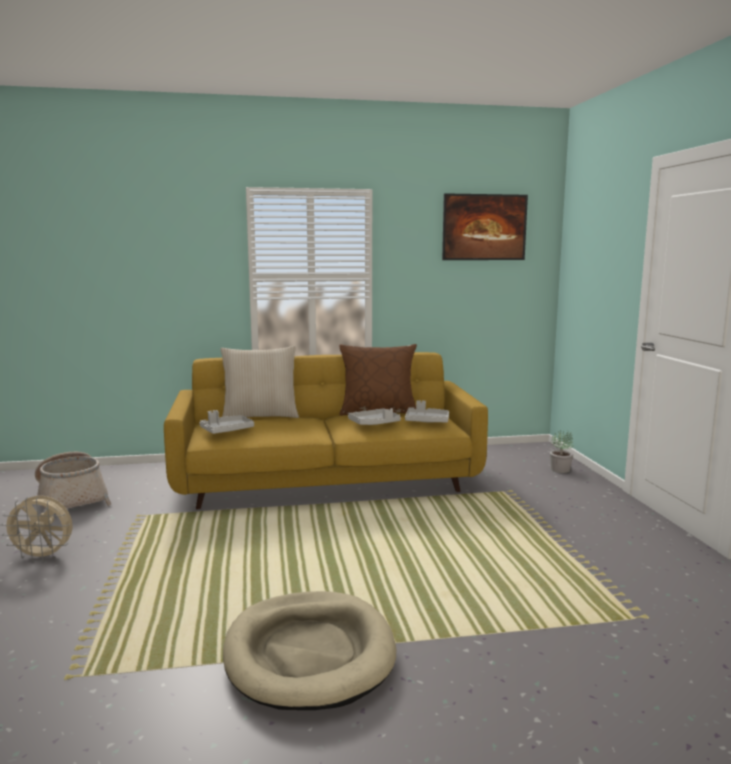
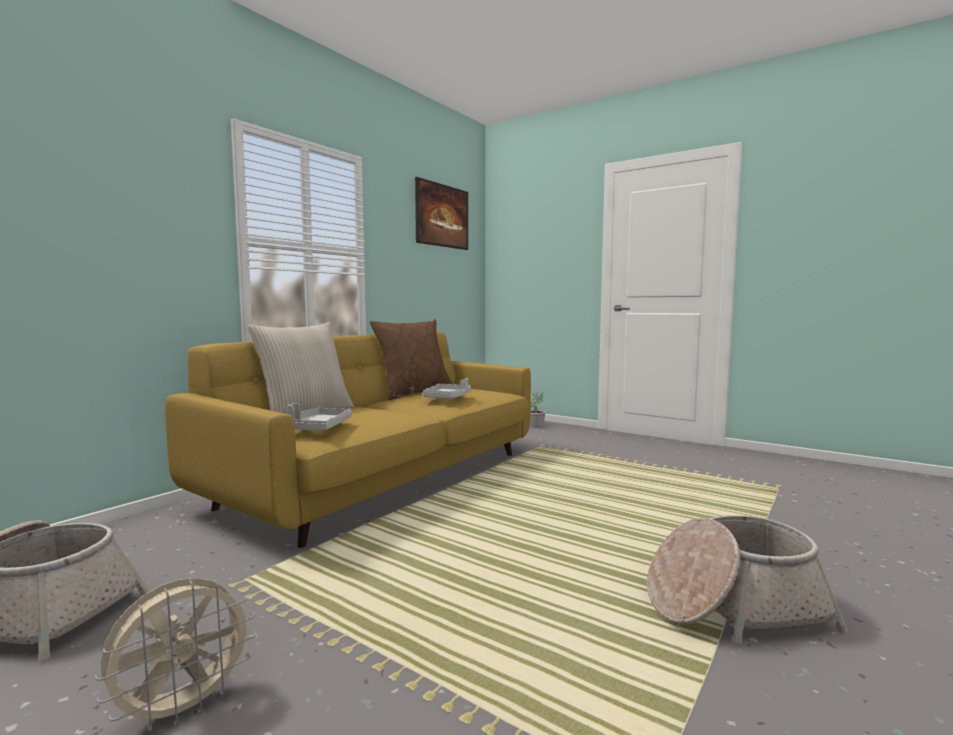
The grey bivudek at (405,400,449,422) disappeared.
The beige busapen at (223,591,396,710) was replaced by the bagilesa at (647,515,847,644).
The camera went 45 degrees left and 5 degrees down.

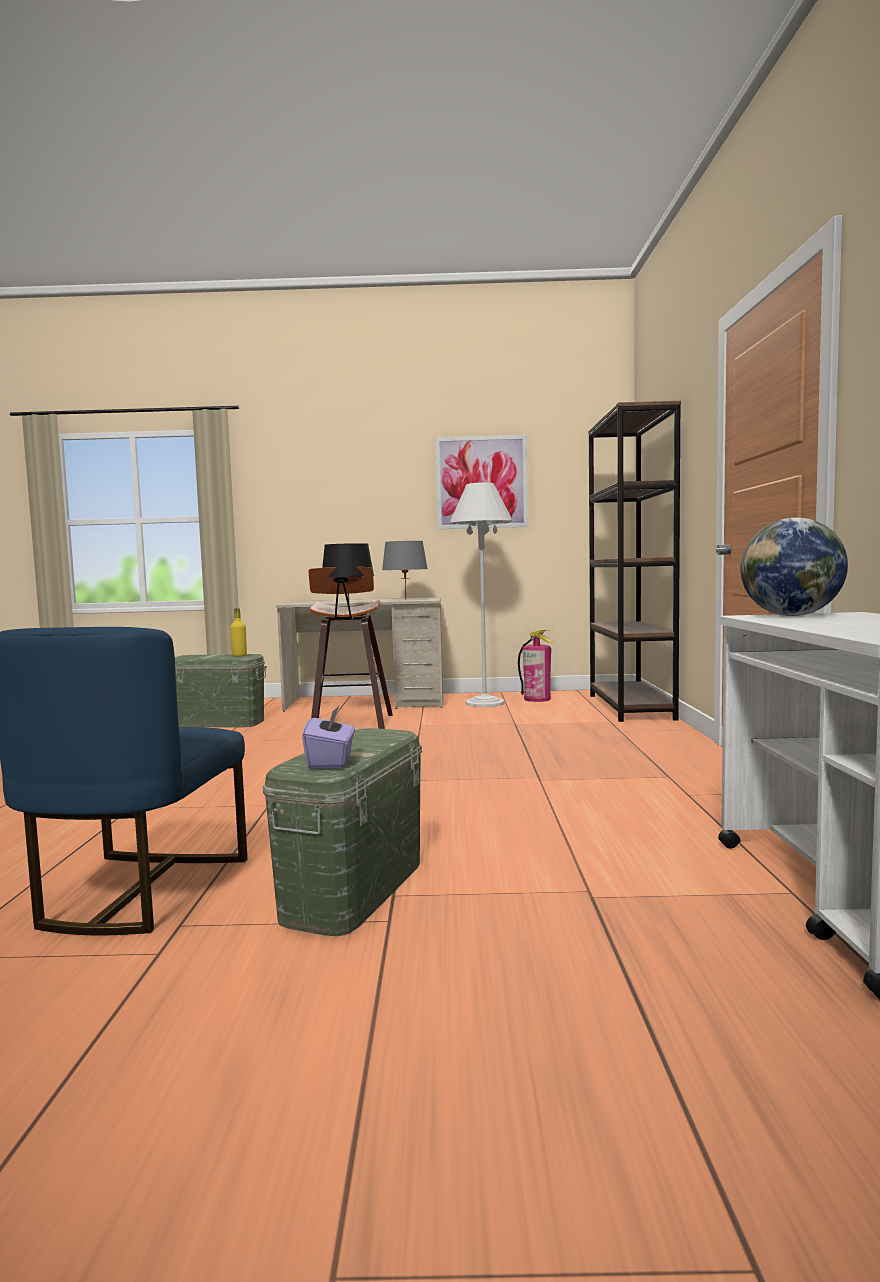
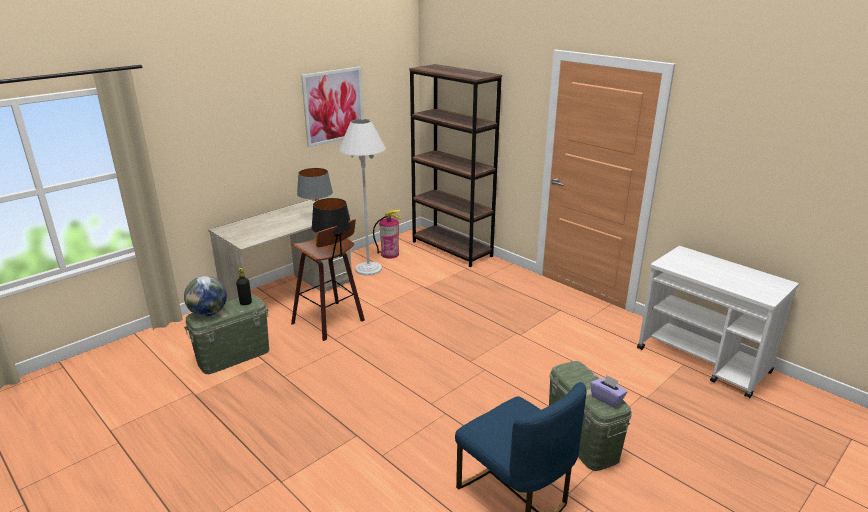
The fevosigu moved from (740,518,848,616) to (184,276,227,317).
The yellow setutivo at (230,608,247,657) became the black setutivo at (236,268,252,305).
The camera went 45 degrees left and 20 degrees up.

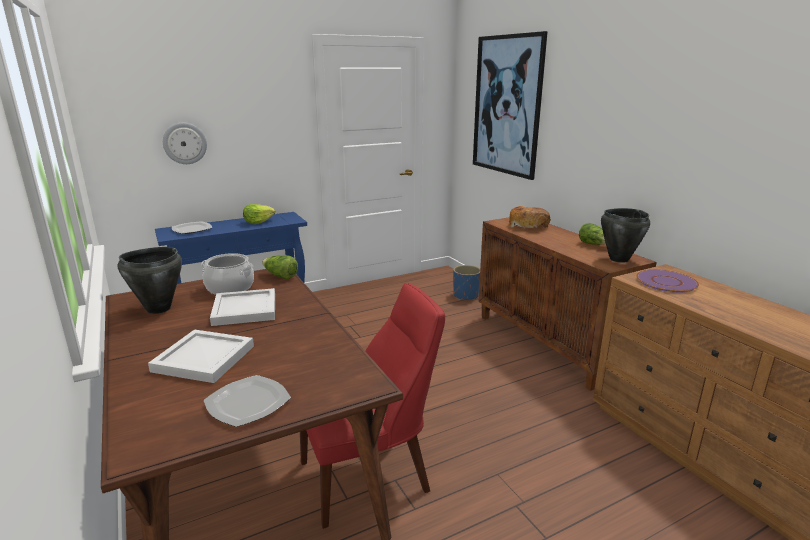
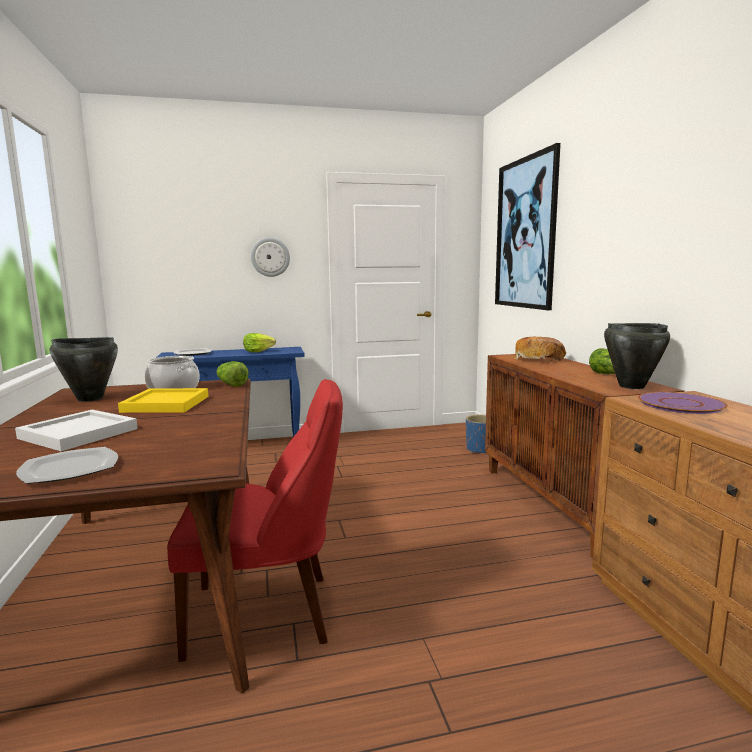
The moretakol moved from (163,123,207,164) to (251,237,290,277).
The white bivudek at (210,288,275,326) became the yellow bivudek at (118,388,208,413).
The camera went 15 degrees right and 10 degrees down.

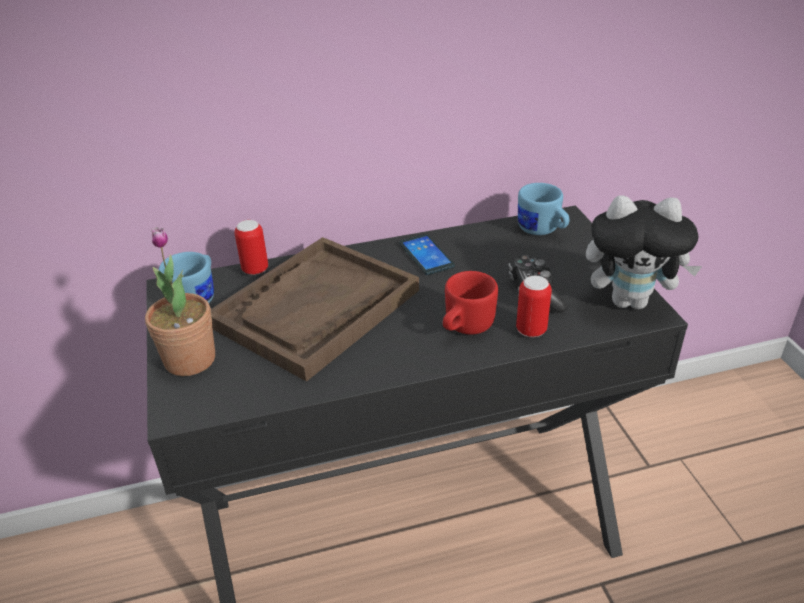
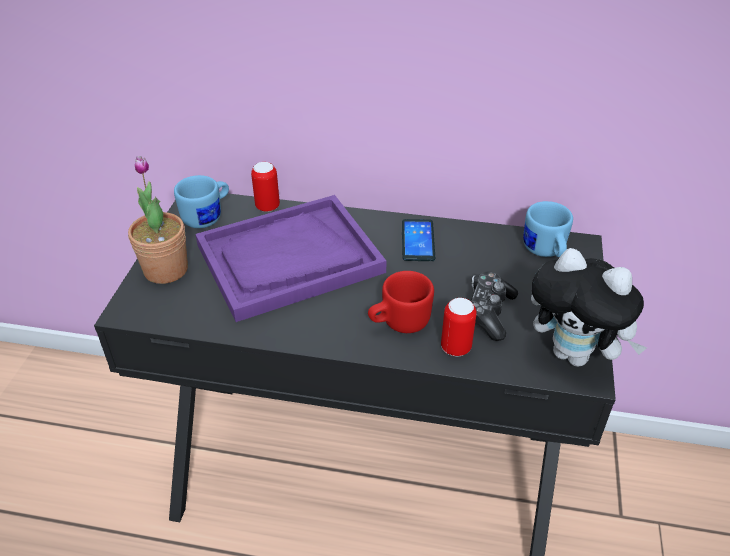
The brown bivudek at (211,237,419,382) became the purple bivudek at (195,195,387,322).
The camera went 25 degrees right and 5 degrees up.

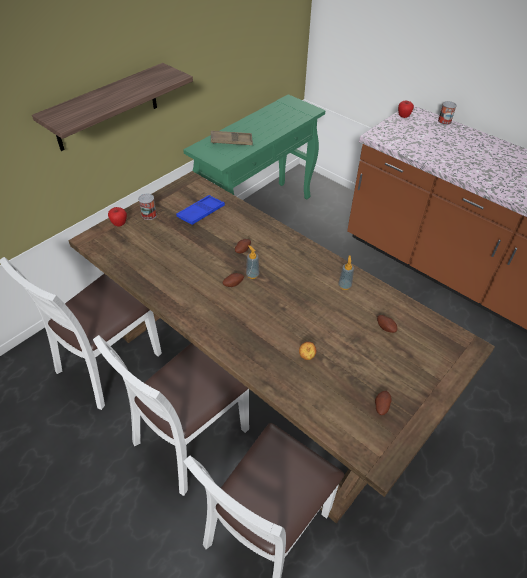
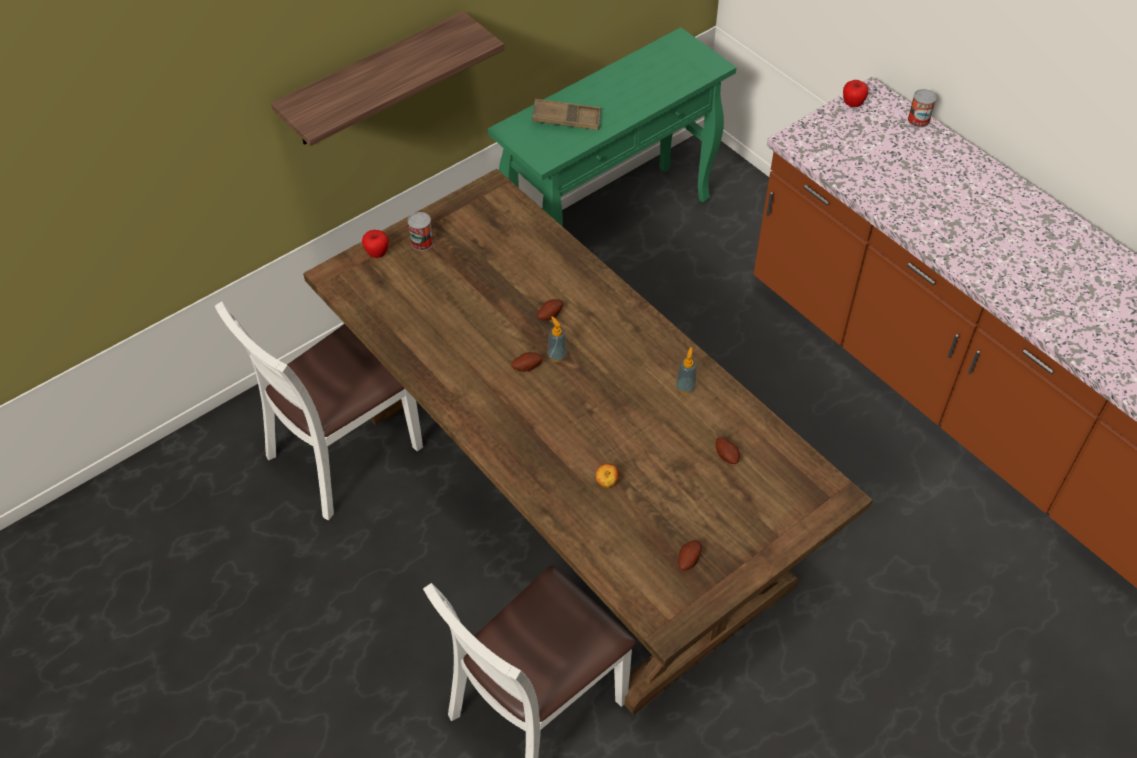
The blue bivudek at (176,195,225,225) disappeared.
The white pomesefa at (93,335,249,496) disappeared.
The camera went 10 degrees right and 5 degrees up.

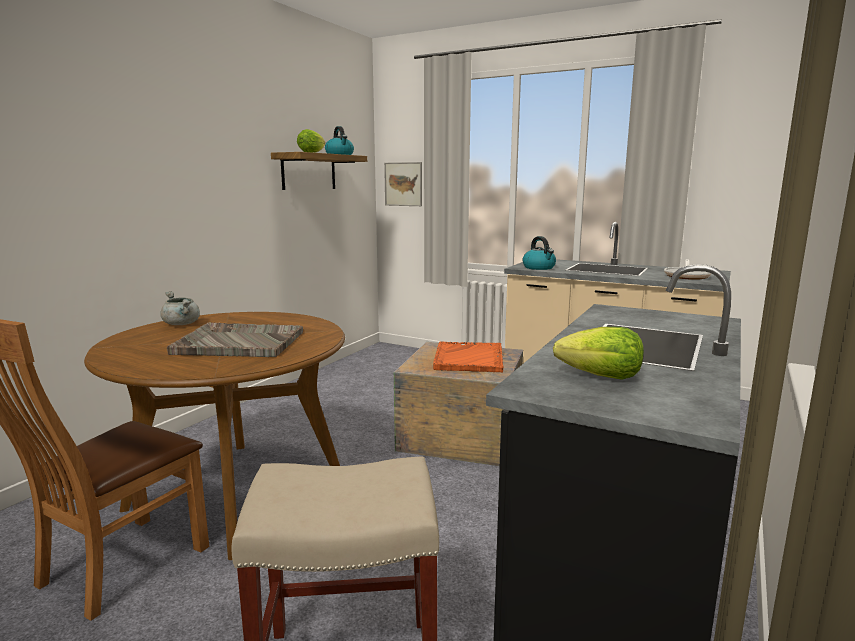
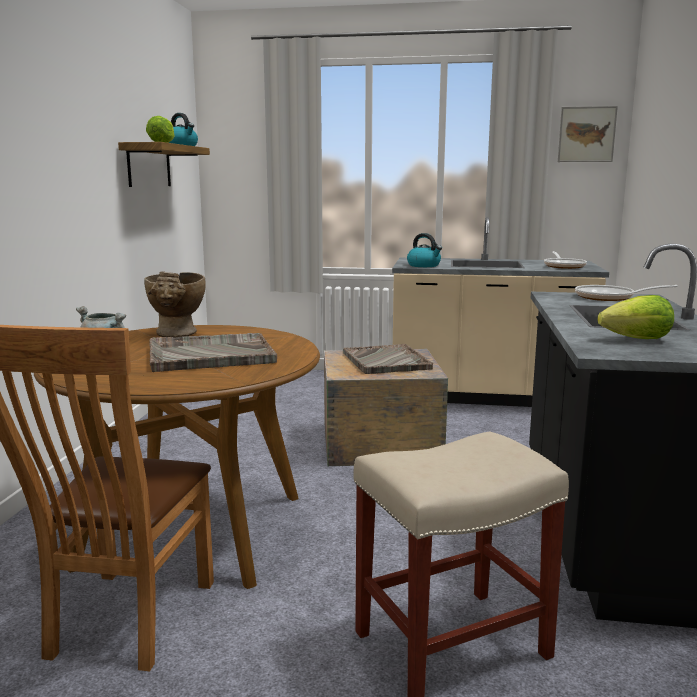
The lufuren moved from (384,162,422,206) to (558,106,618,162).
The orange bivudek at (433,341,504,372) became the grey bivudek at (343,344,433,374).
The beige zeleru at (144,271,206,338) appeared.
The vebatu at (575,285,678,301) appeared.
The camera went 20 degrees left and 0 degrees up.

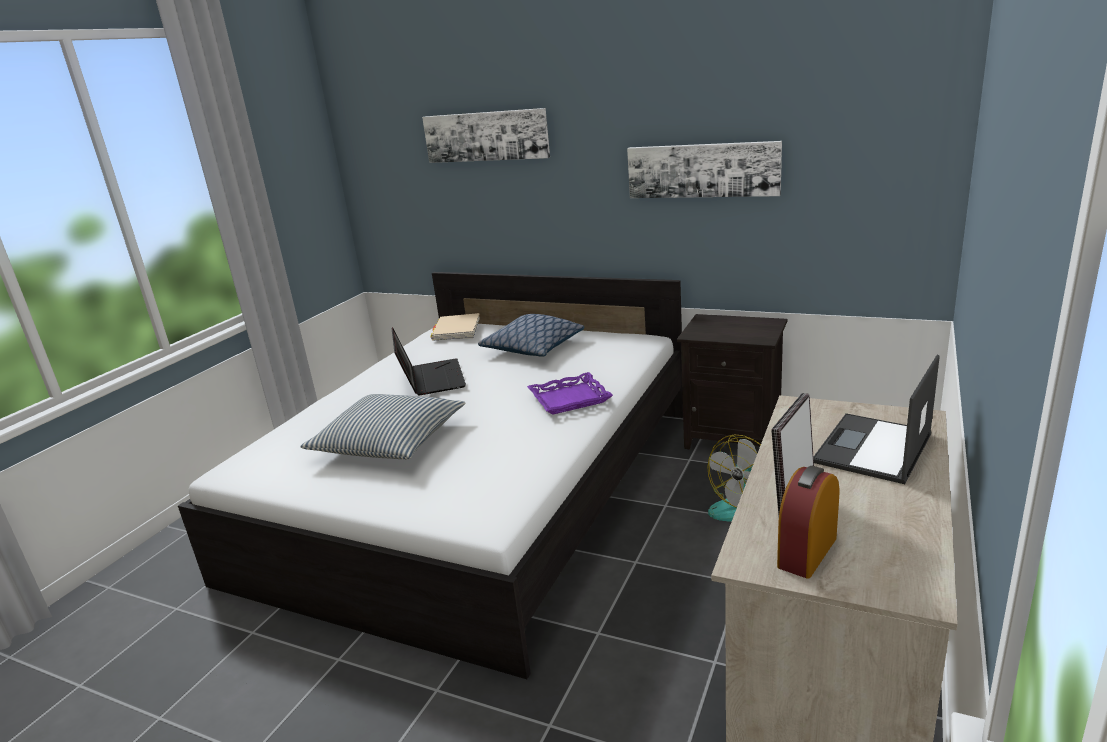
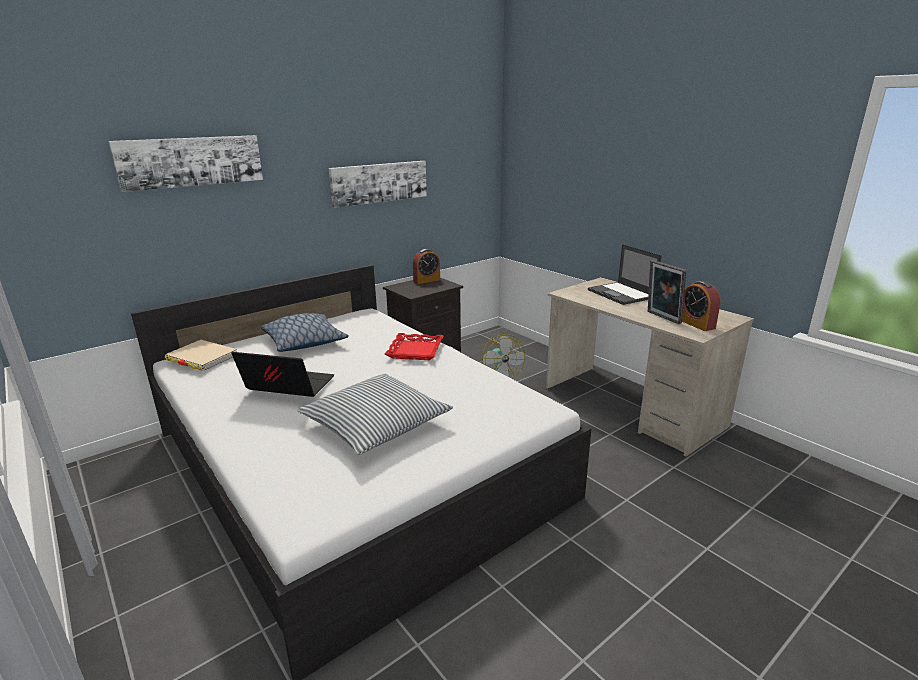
The purple bivudek at (527,372,613,415) became the red bivudek at (385,333,444,360).
The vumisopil at (413,249,440,284) appeared.
The camera went 65 degrees left and 0 degrees up.

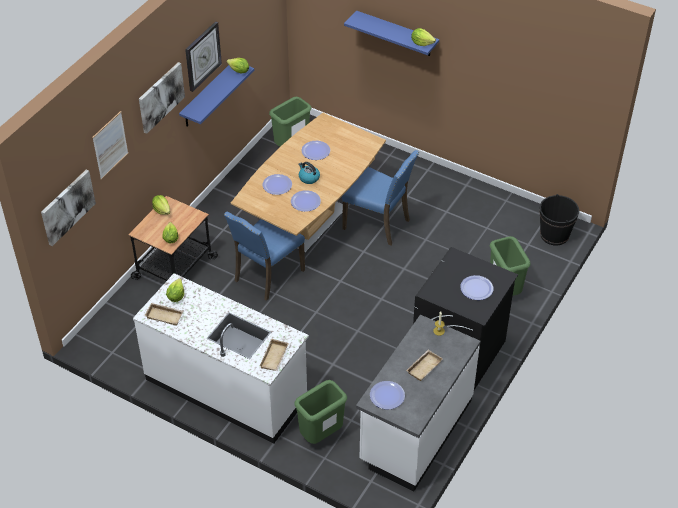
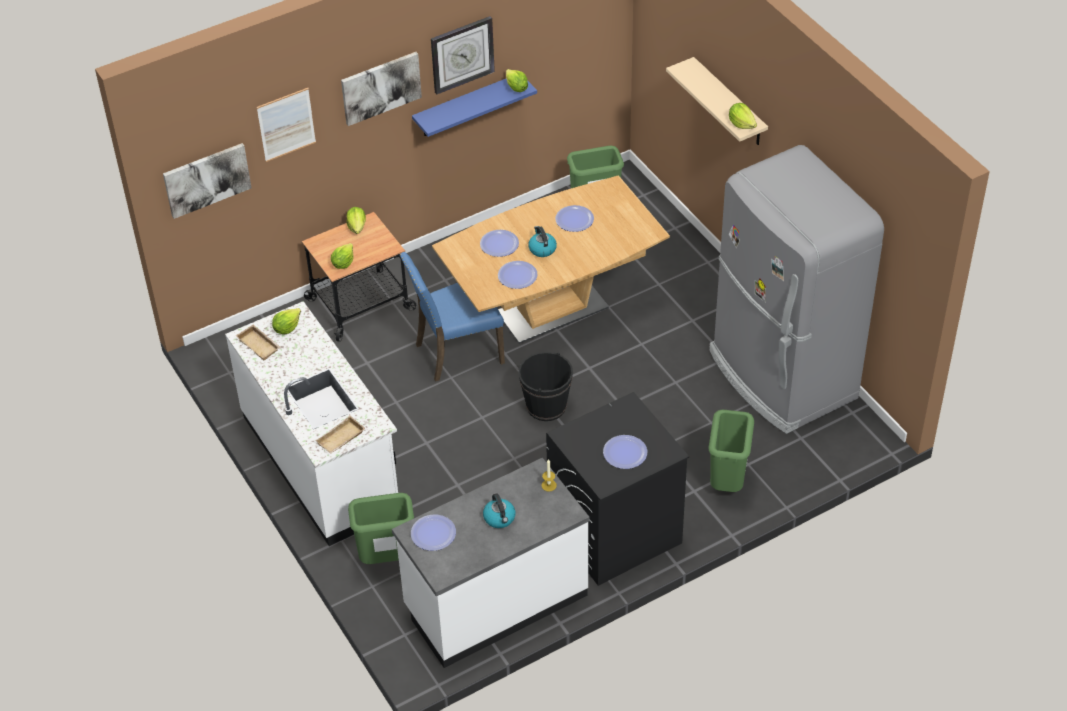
The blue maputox at (344,10,439,56) became the beige maputox at (666,57,768,145).
The blue pomesefa at (342,150,419,245) disappeared.
The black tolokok moved from (539,194,579,245) to (518,352,573,421).
The beige bivudek at (406,350,443,381) was replaced by the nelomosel at (483,493,515,528).
The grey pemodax at (709,145,884,434) appeared.
The camera went 30 degrees right and 0 degrees up.

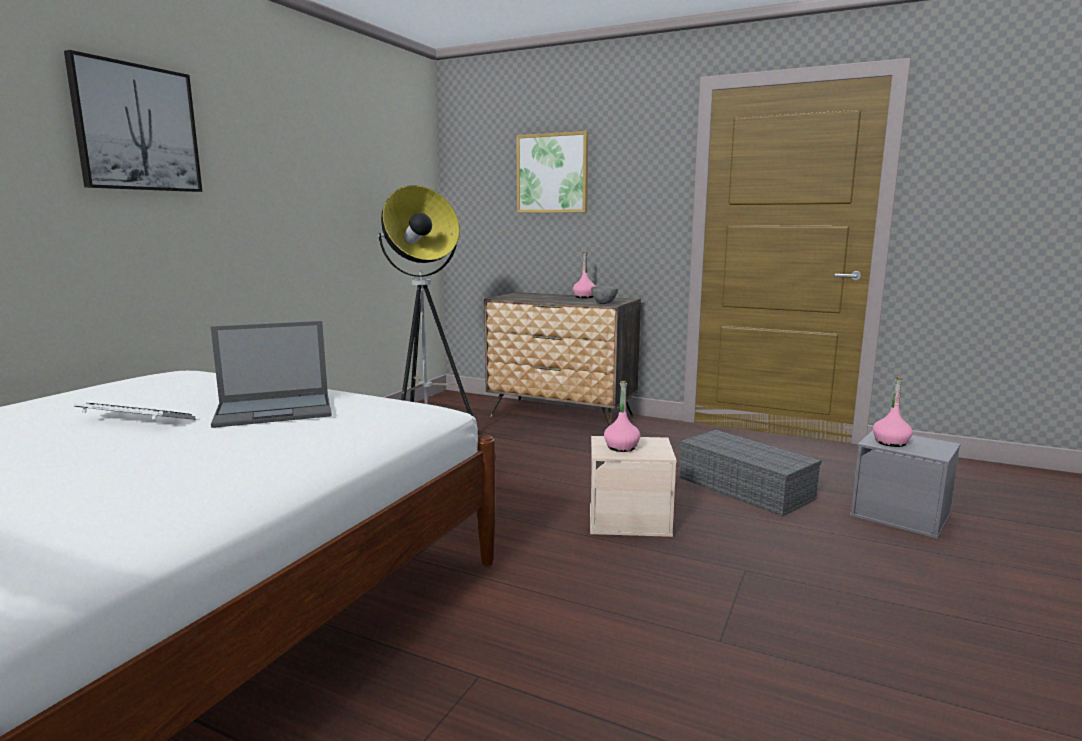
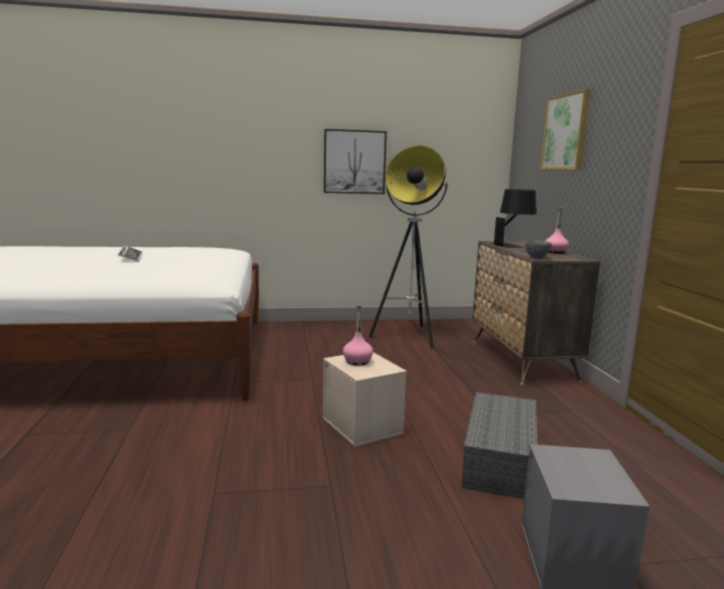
The lufuren moved from (64,50,202,192) to (324,129,387,194).
The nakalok at (211,321,332,428) disappeared.
The pink setutivo at (873,376,913,447) disappeared.
The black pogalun at (491,189,537,248) appeared.
The camera went 55 degrees right and 0 degrees up.

